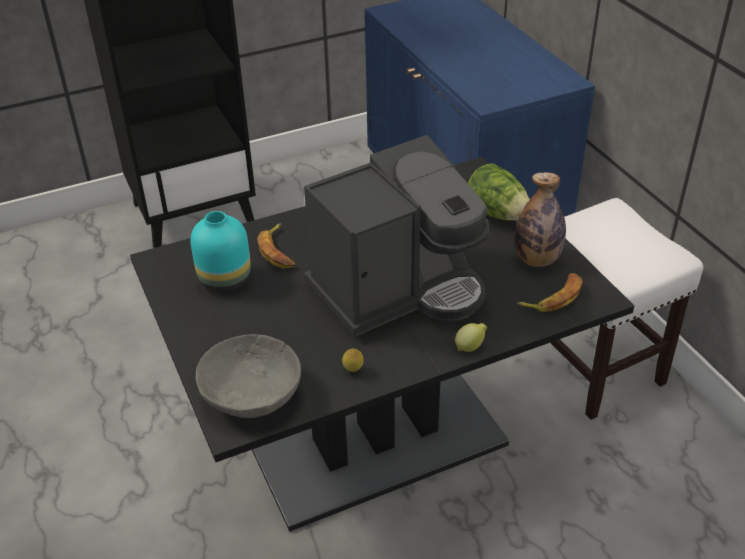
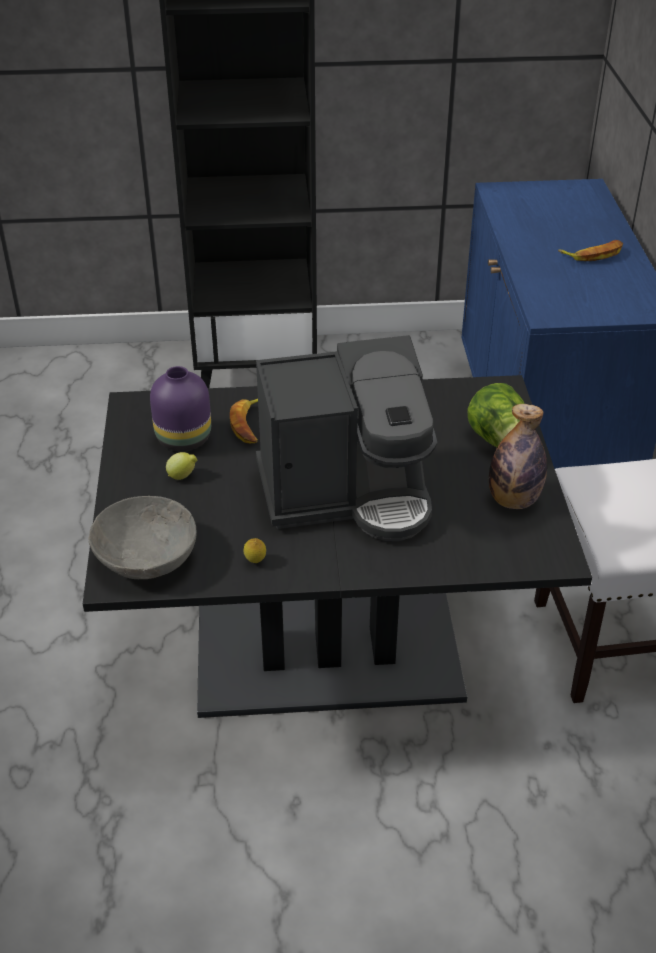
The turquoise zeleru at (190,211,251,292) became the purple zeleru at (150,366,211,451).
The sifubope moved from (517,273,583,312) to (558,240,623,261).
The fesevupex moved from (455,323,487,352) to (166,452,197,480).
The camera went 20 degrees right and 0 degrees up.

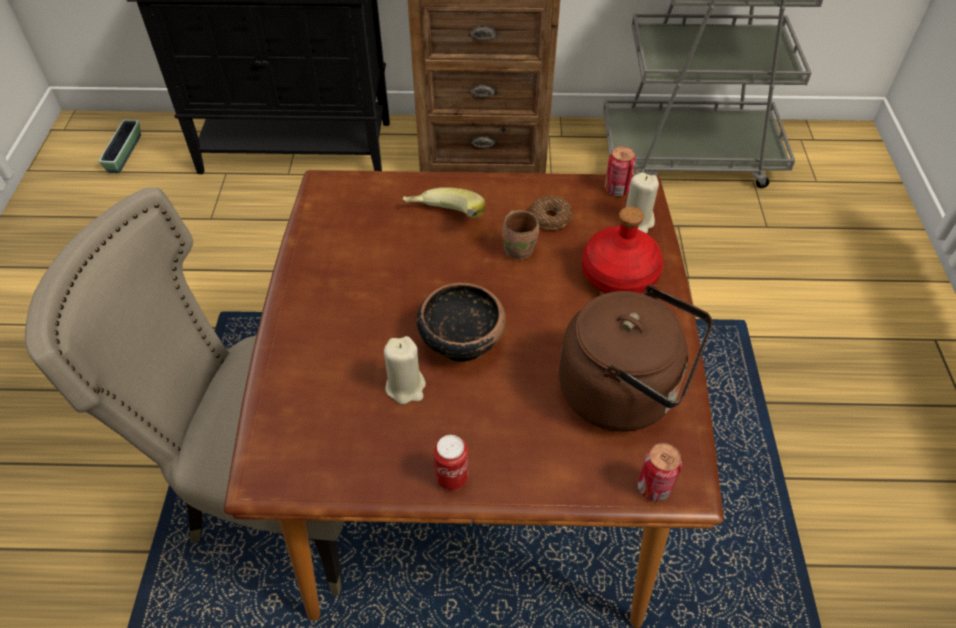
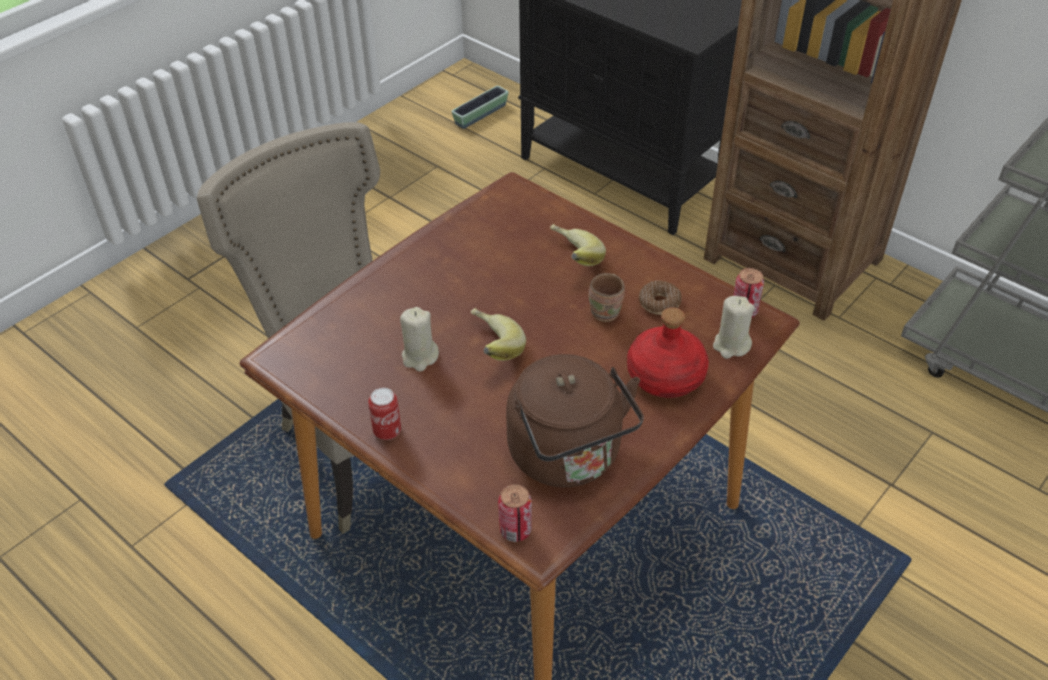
The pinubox at (417,283,506,362) was replaced by the sifubope at (471,308,526,361).
The camera went 40 degrees right and 5 degrees down.

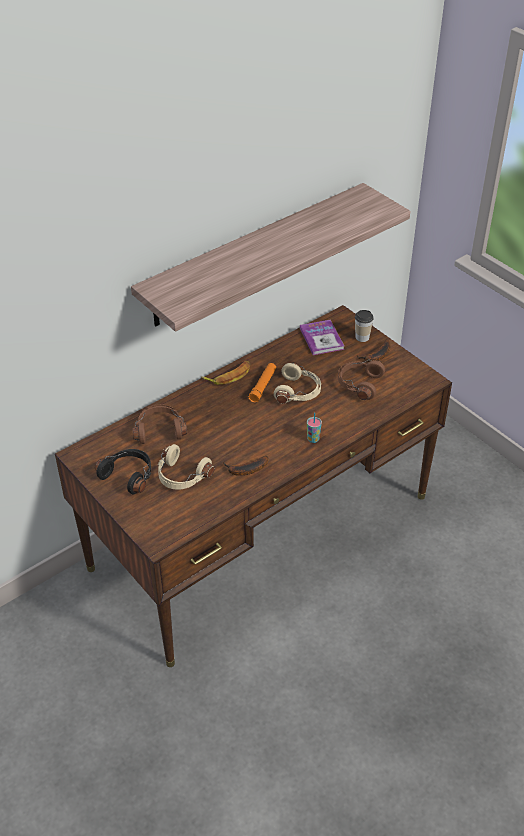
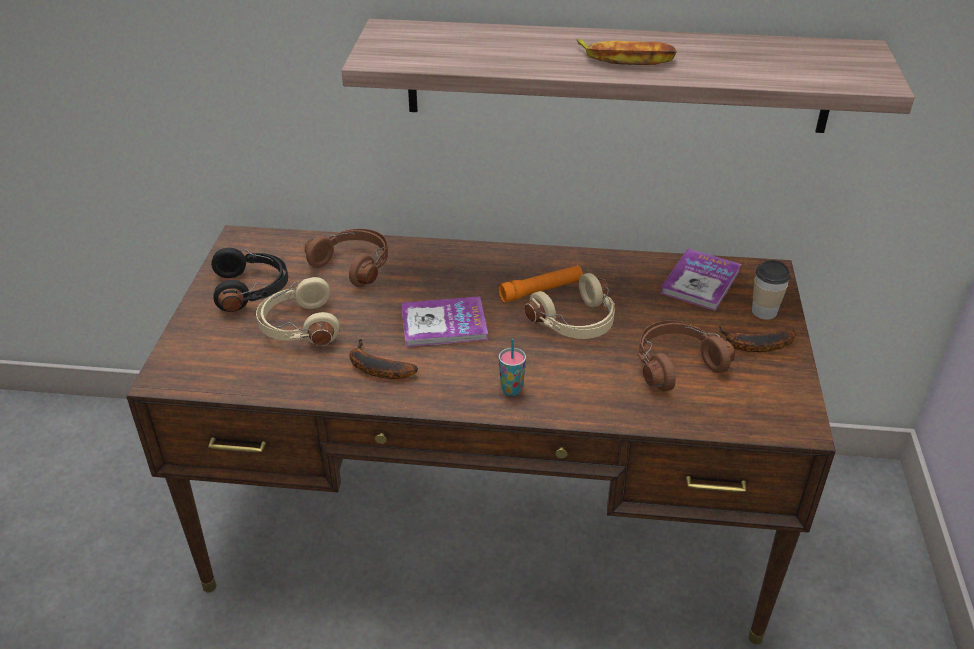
The sifubope moved from (201,361,251,385) to (577,38,677,65).
The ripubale at (401,296,488,347) appeared.
The camera went 45 degrees right and 5 degrees down.

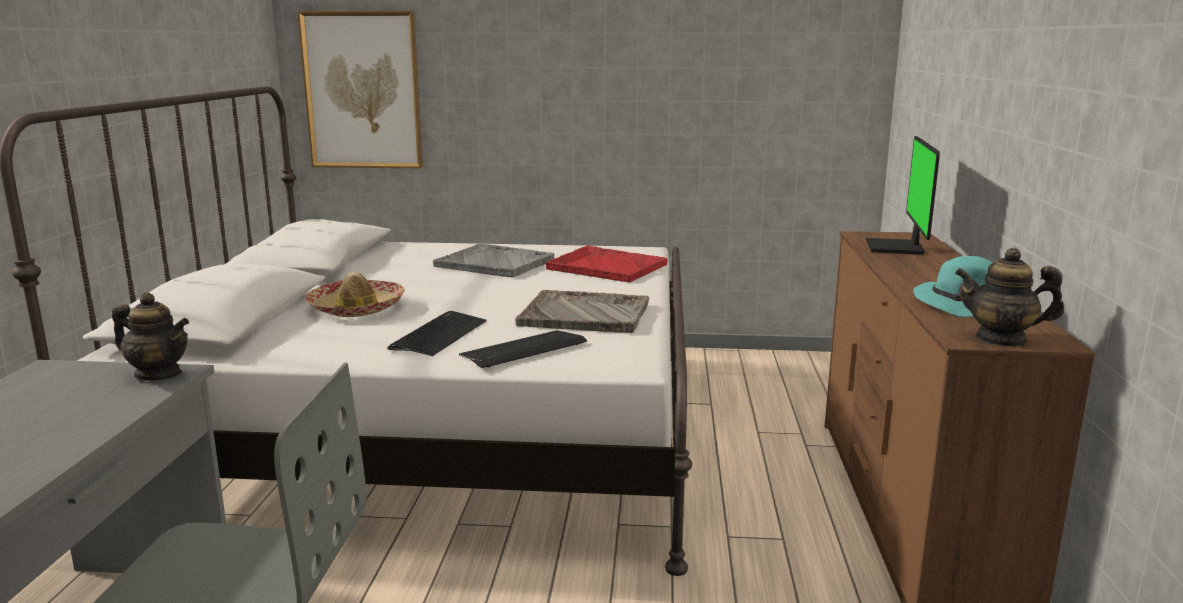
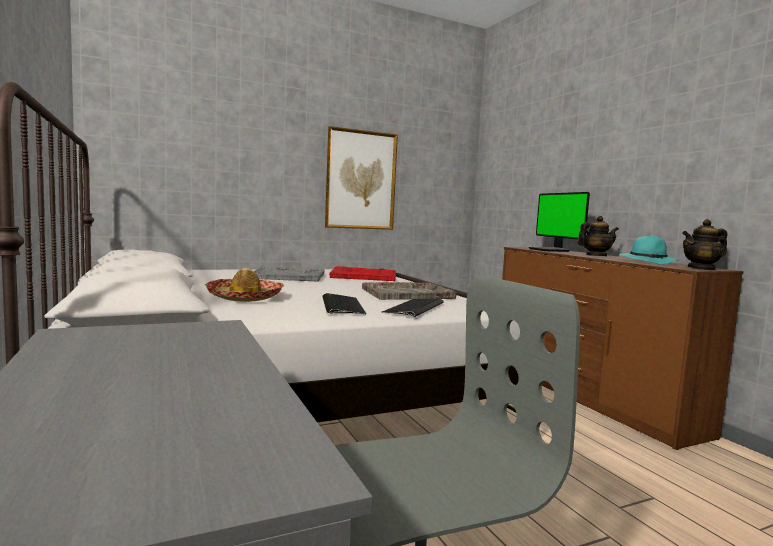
The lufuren moved from (297,11,423,168) to (325,126,398,230).
The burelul moved from (112,292,189,380) to (577,216,619,256).
The camera went 30 degrees left and 10 degrees down.

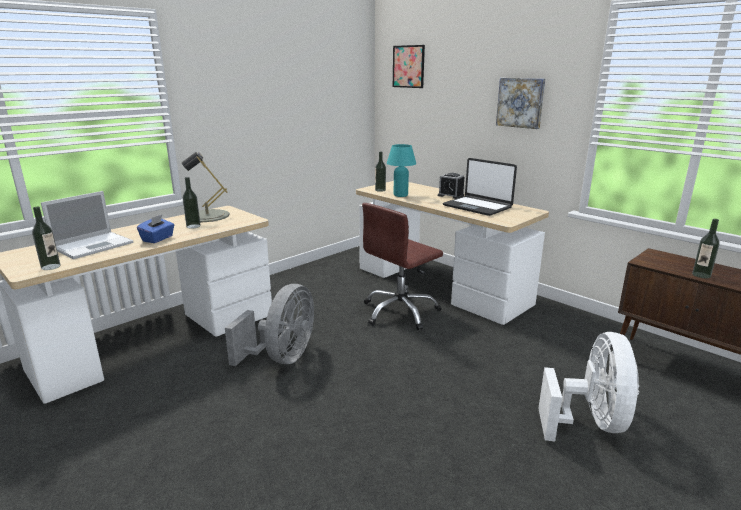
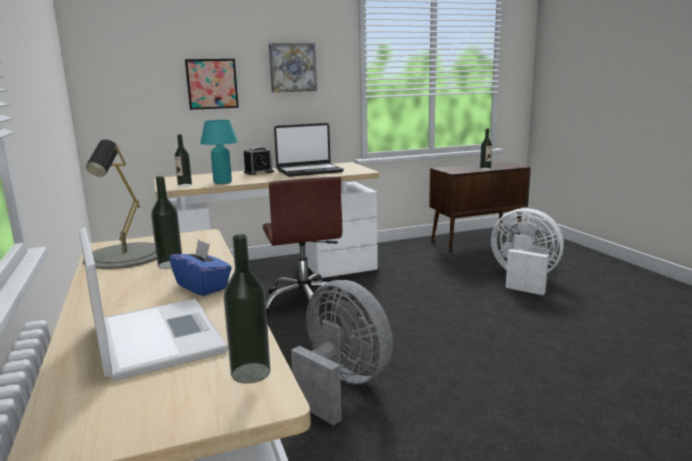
The lufuren moved from (393,45,425,88) to (185,59,239,110).
The camera went 65 degrees left and 5 degrees down.

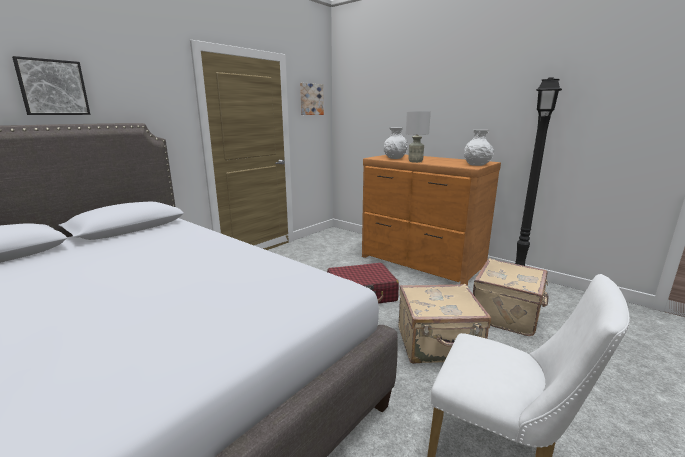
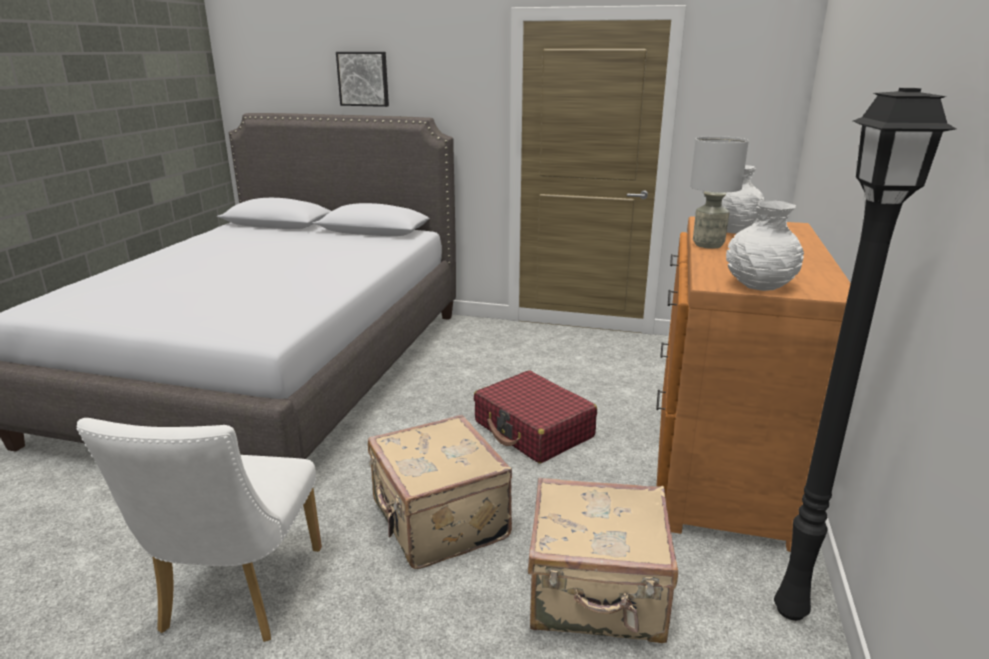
The lufuren at (300,83,324,115) disappeared.
The camera went 65 degrees right and 5 degrees up.

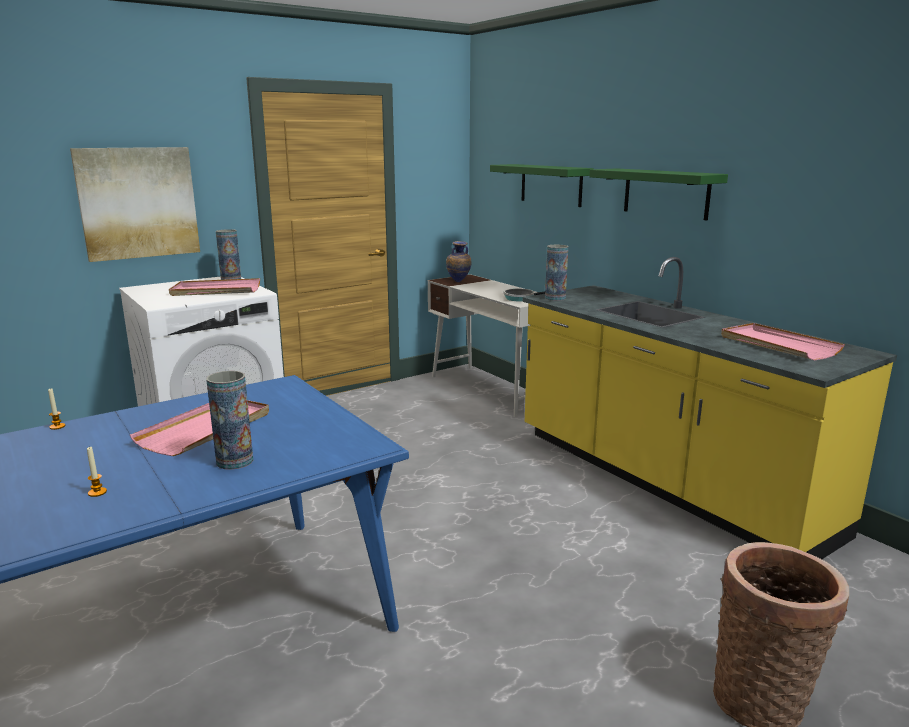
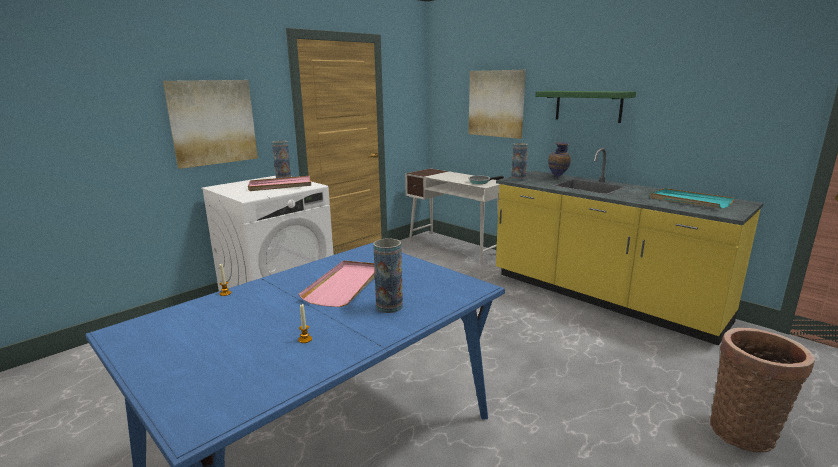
The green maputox at (490,164,594,207) was replaced by the lufuren at (469,70,526,139).
The zeleru moved from (446,241,472,282) to (548,142,571,177).
The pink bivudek at (721,323,845,360) became the turquoise bivudek at (650,188,735,209).
The camera went 10 degrees left and 0 degrees up.

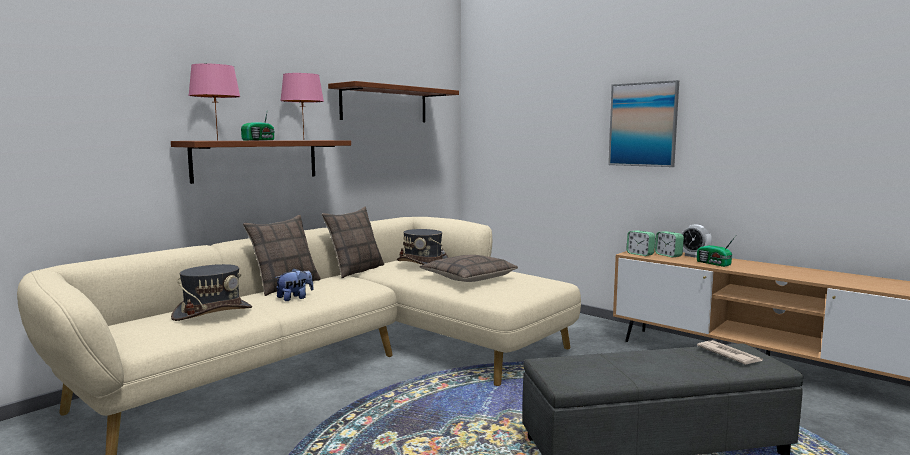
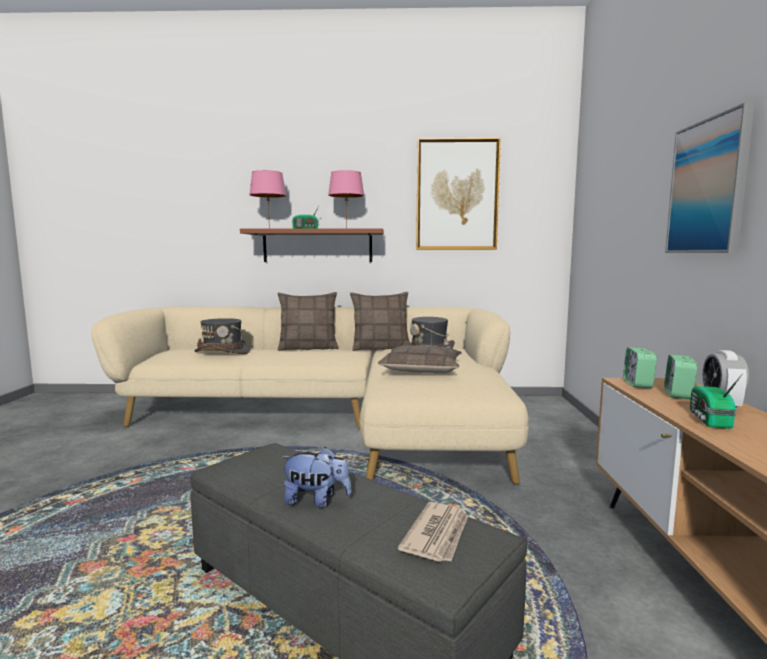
The brown maputox at (328,81,459,122) was replaced by the lufuren at (416,138,501,250).
The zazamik moved from (275,269,314,301) to (281,447,351,508).
The camera went 50 degrees right and 0 degrees up.

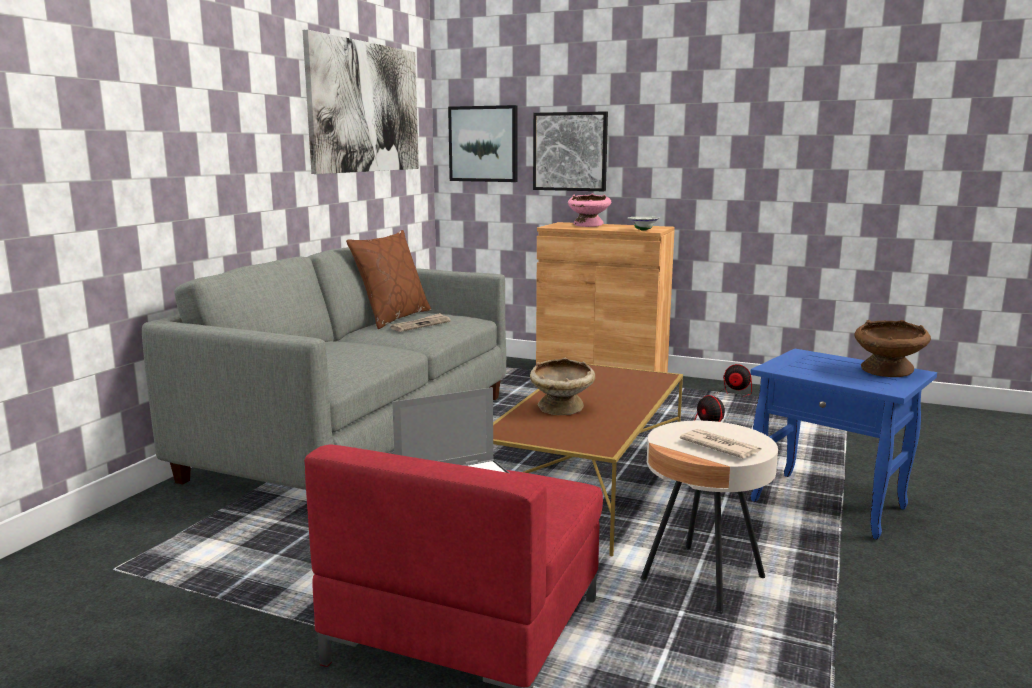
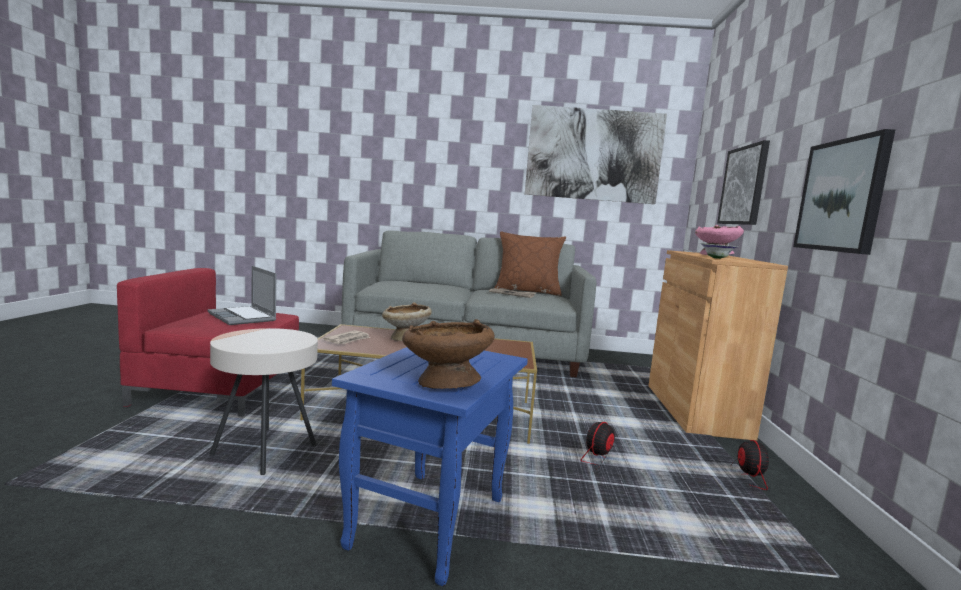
The lufuren moved from (448,105,517,182) to (793,129,895,255).
The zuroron moved from (680,429,761,458) to (323,330,370,344).
The camera went 70 degrees right and 5 degrees down.

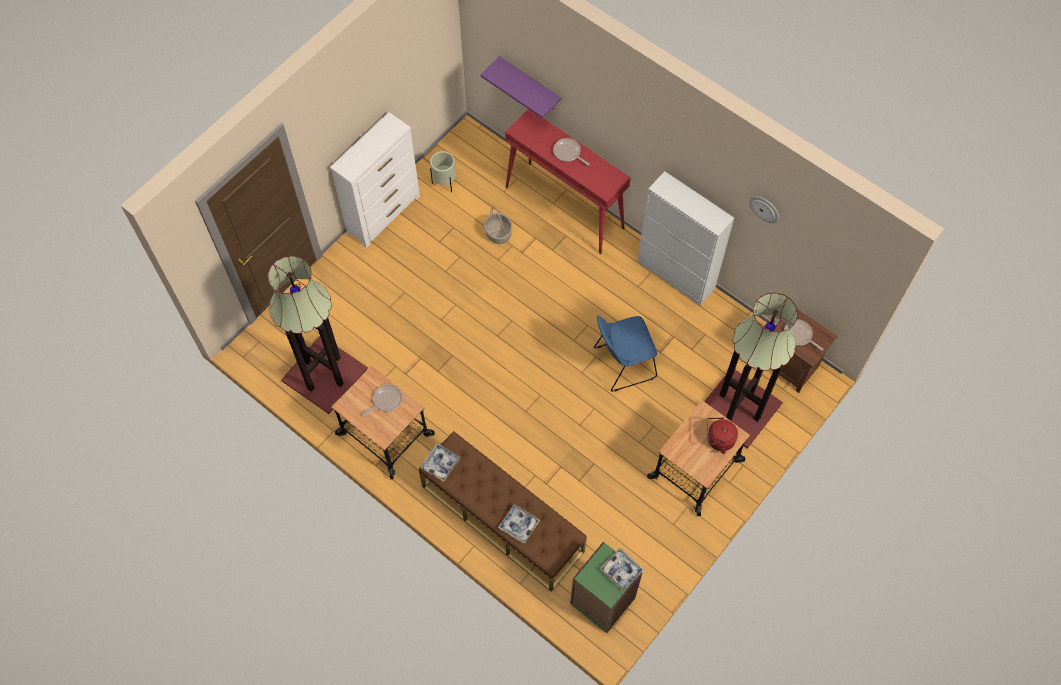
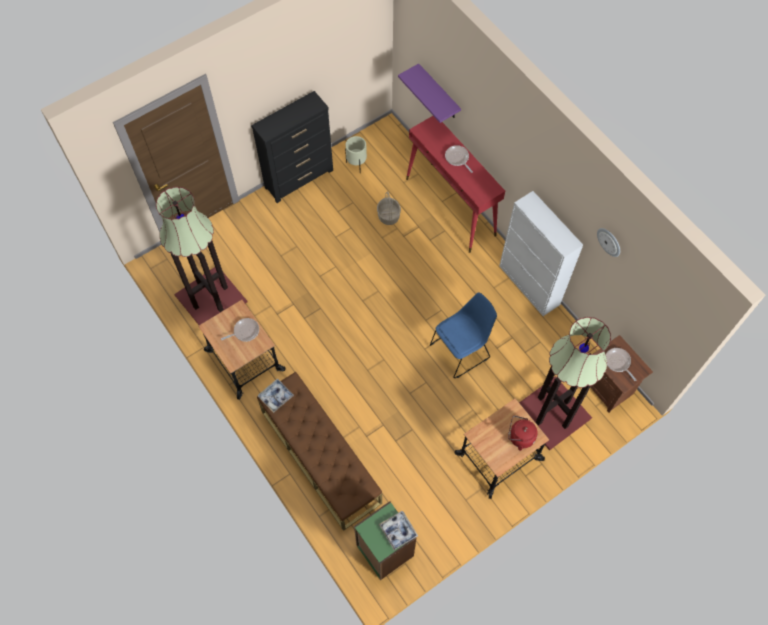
The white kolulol at (330,112,420,248) became the black kolulol at (251,91,333,203).
The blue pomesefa at (594,316,657,392) turned 150 degrees clockwise.
The bivudek at (498,504,540,544) disappeared.
The camera went 15 degrees right and 0 degrees up.

